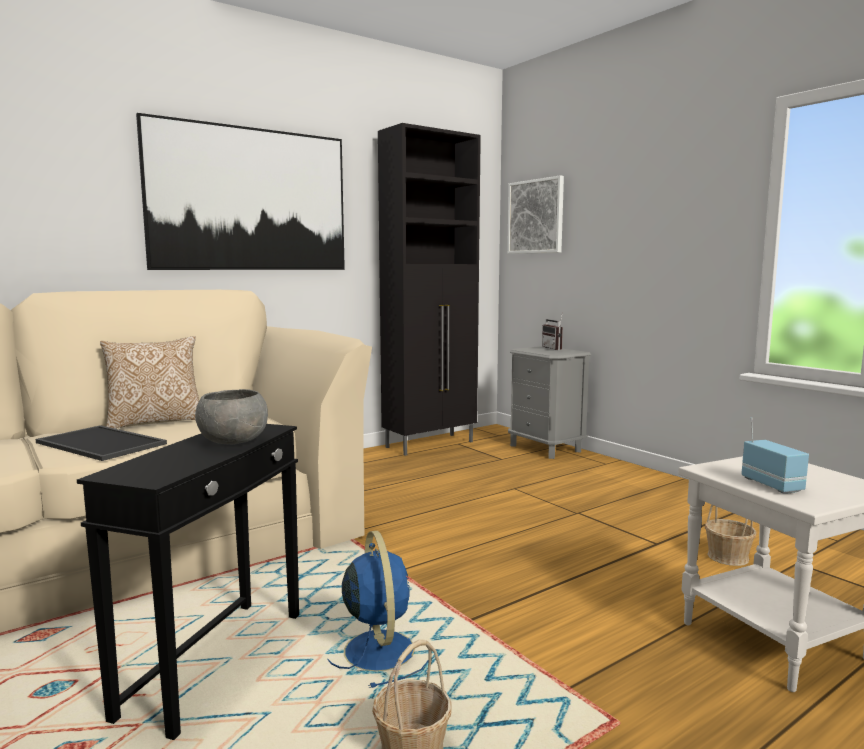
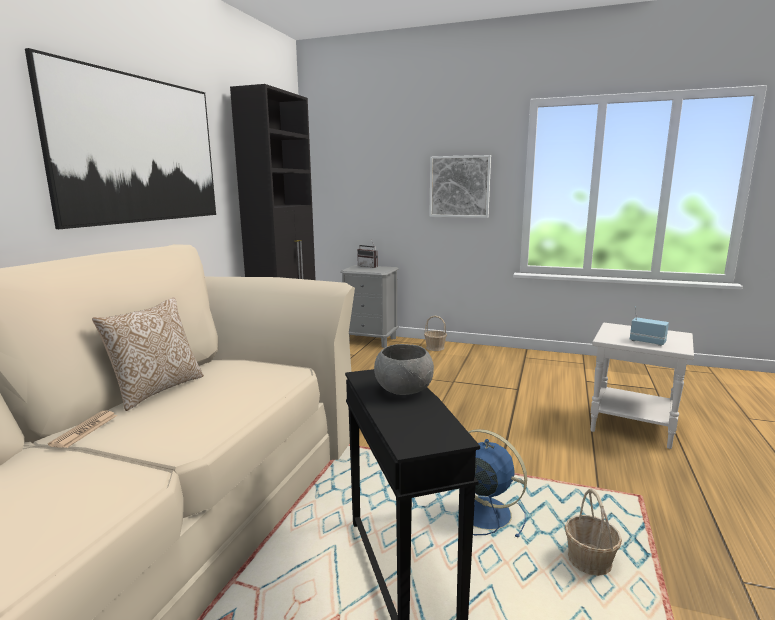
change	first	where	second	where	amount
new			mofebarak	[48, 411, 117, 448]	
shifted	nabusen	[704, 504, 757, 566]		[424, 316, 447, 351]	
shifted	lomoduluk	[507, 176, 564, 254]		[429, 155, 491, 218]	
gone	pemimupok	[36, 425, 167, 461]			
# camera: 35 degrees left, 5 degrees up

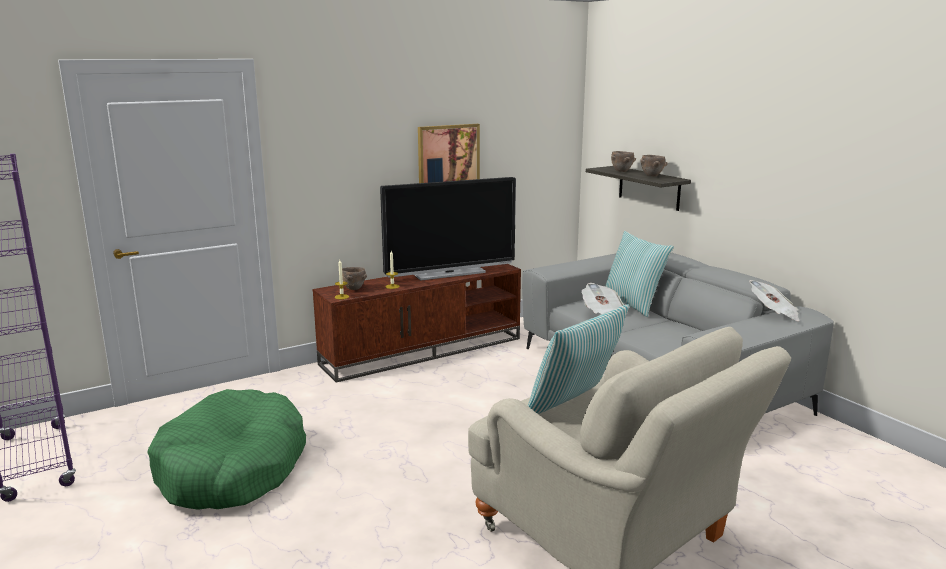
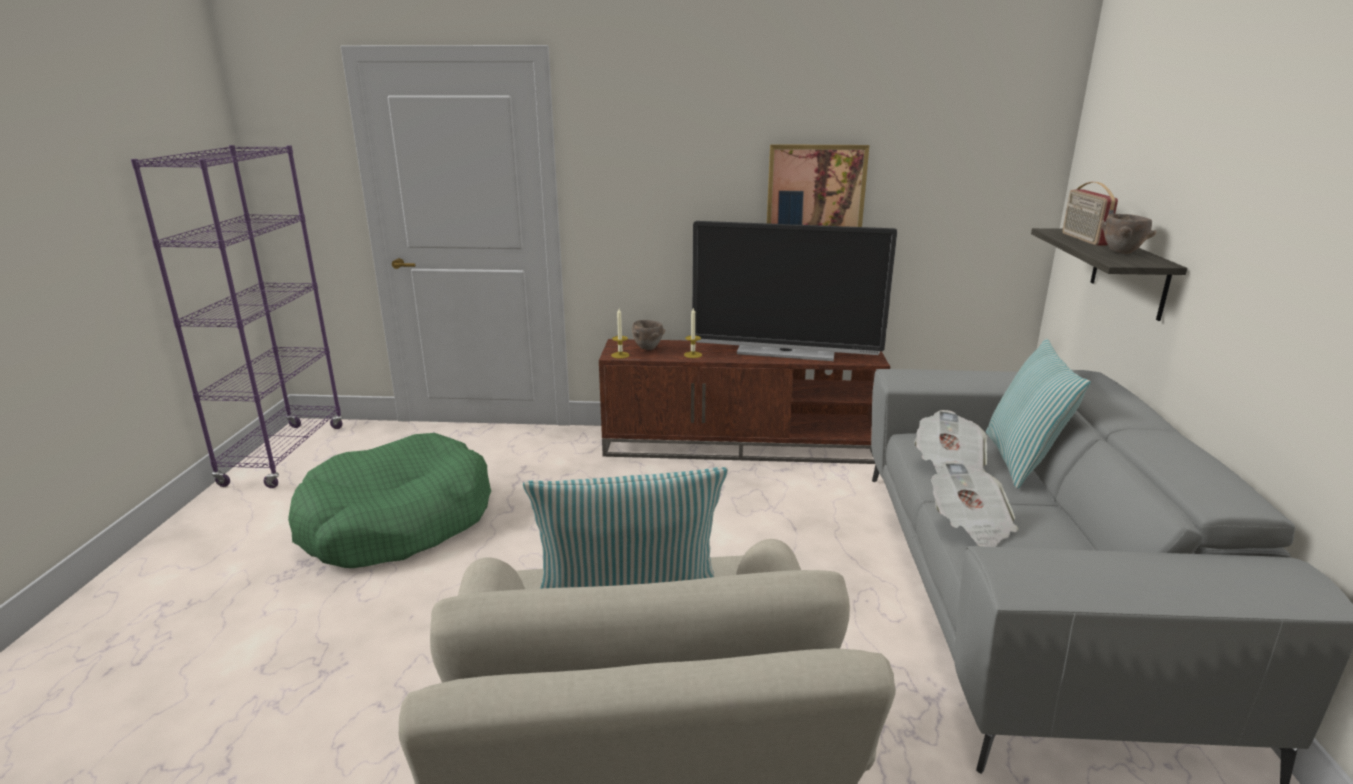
change	first	where	second	where	amount
shifted	mofebarak	[749, 280, 799, 321]		[931, 461, 1018, 547]	
swapped	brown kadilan	[611, 151, 636, 172]	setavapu	[1062, 182, 1118, 245]	
# camera: 35 degrees right, 5 degrees up

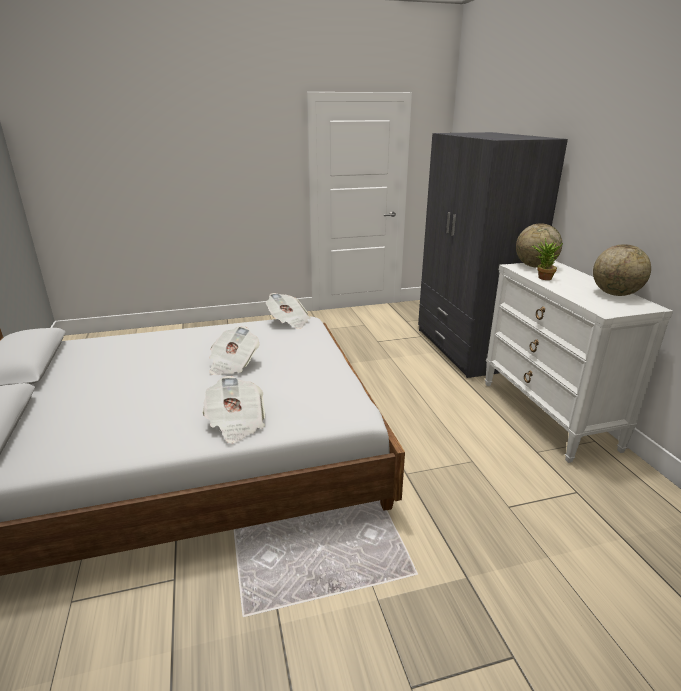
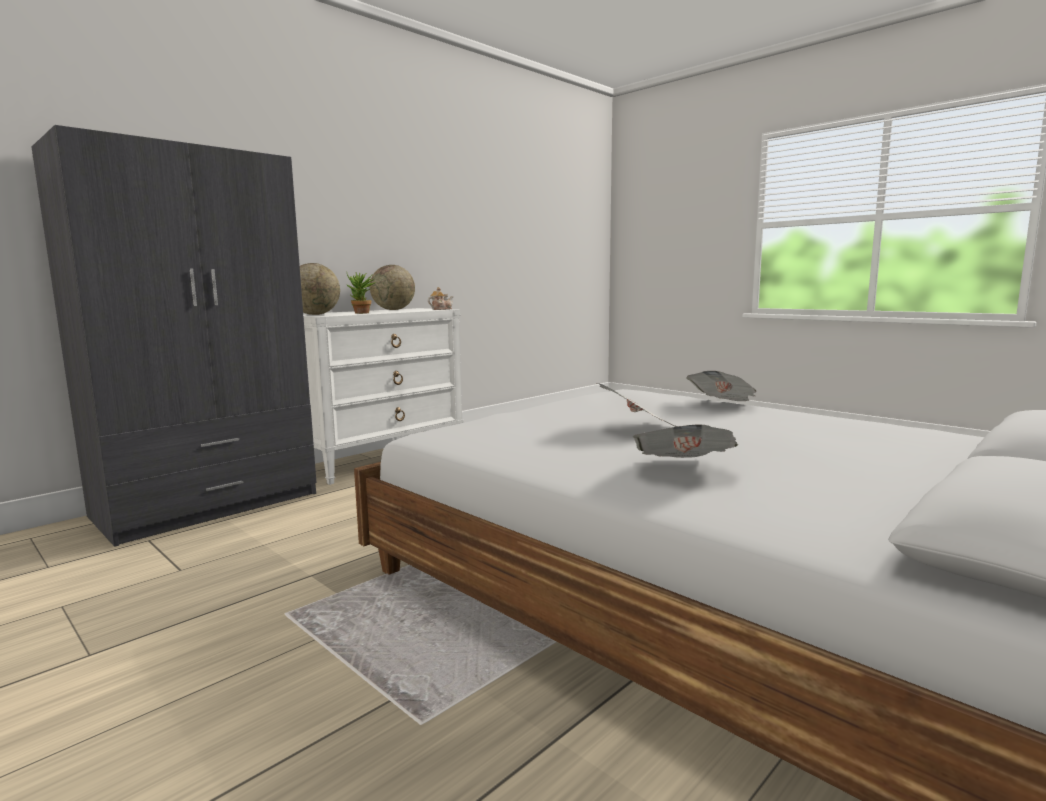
change	first	where	second	where	amount
new			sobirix	[428, 287, 454, 310]	
shifted	mofebarak	[266, 293, 311, 329]		[633, 424, 738, 458]	
# camera: 120 degrees left, 15 degrees down

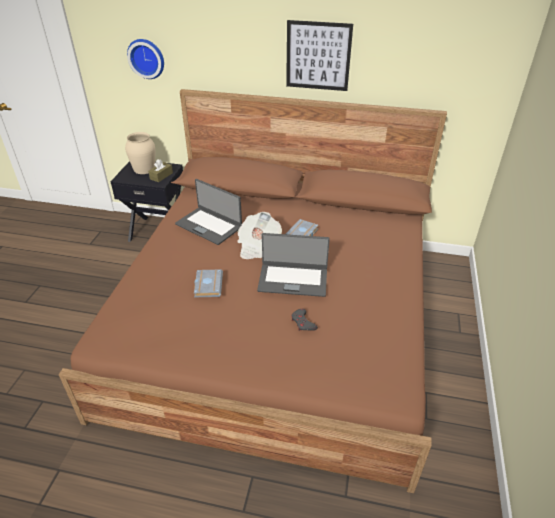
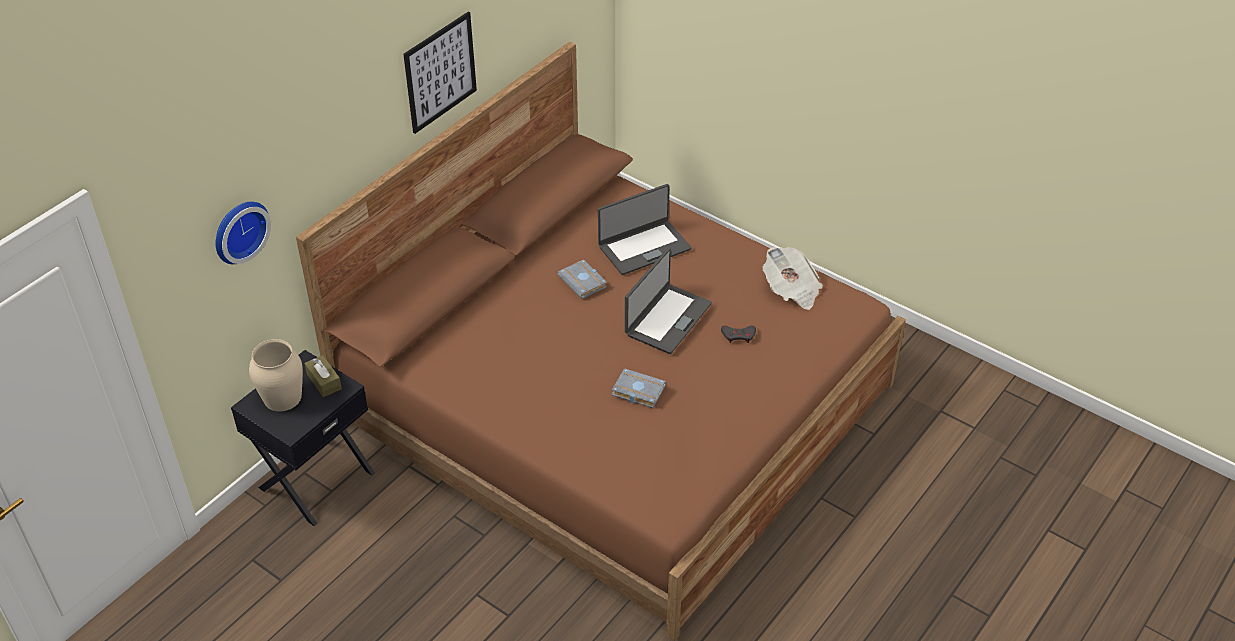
change	first	where	second	where	amount
shifted	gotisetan	[175, 179, 242, 245]		[598, 184, 692, 275]	
shifted	mofebarak	[237, 212, 282, 259]		[763, 247, 823, 310]	
# camera: 65 degrees left, 5 degrees up

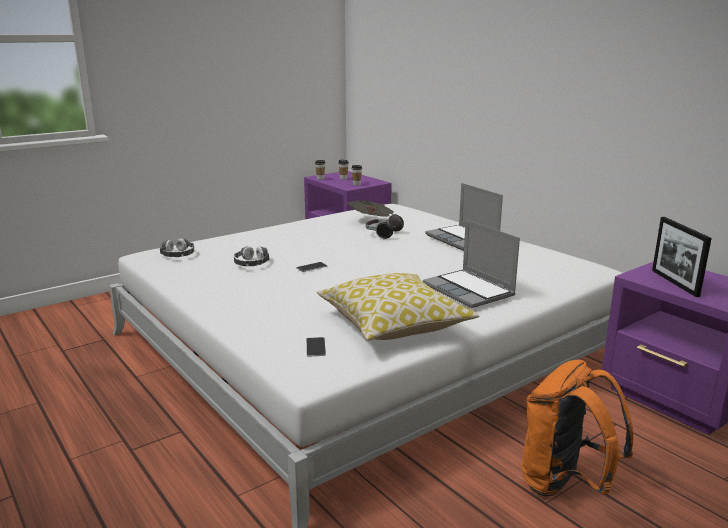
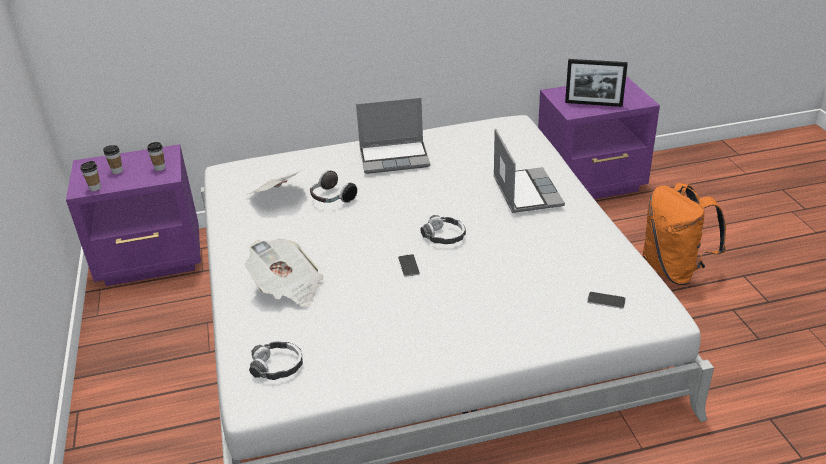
change	first	where	second	where	amount
new			mofebarak	[245, 239, 324, 306]	
shifted	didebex	[234, 246, 269, 266]		[421, 215, 466, 244]	
rotated	gotisetan	[423, 220, 520, 308]		[493, 129, 565, 213]	90 degrees counterclockwise
gone	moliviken	[317, 273, 480, 341]			
# camera: 65 degrees left, 15 degrees up

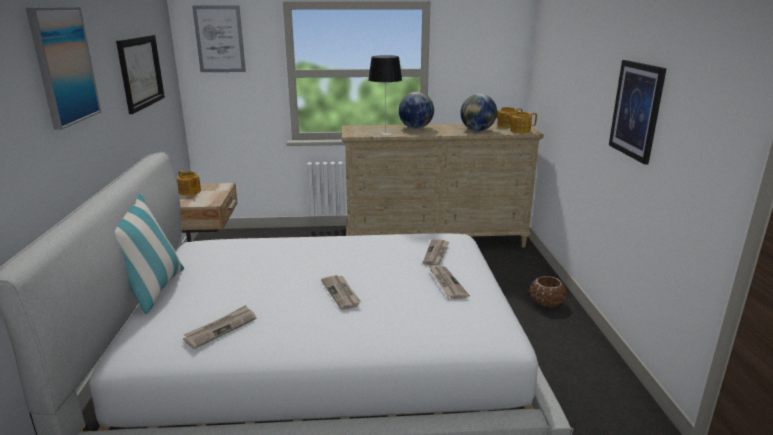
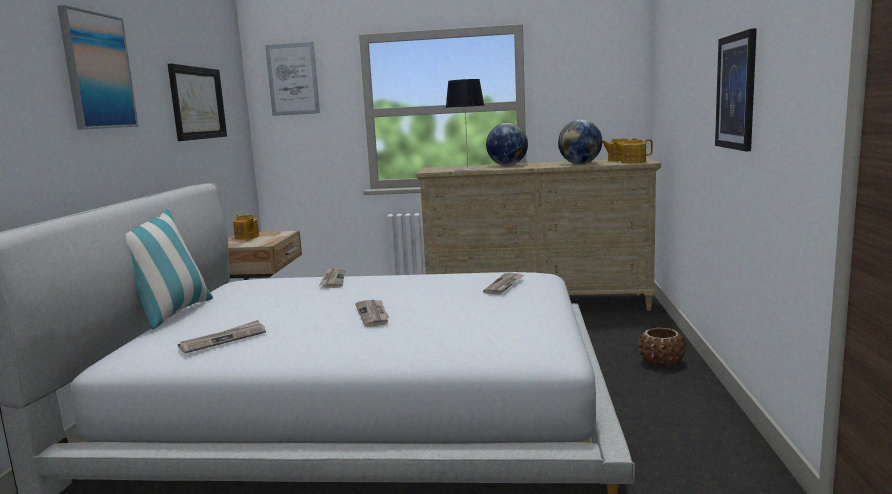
change	first	where	second	where	amount
shifted	mofebarak	[429, 266, 470, 299]		[320, 268, 345, 288]	
# camera: 10 degrees right, 10 degrees down

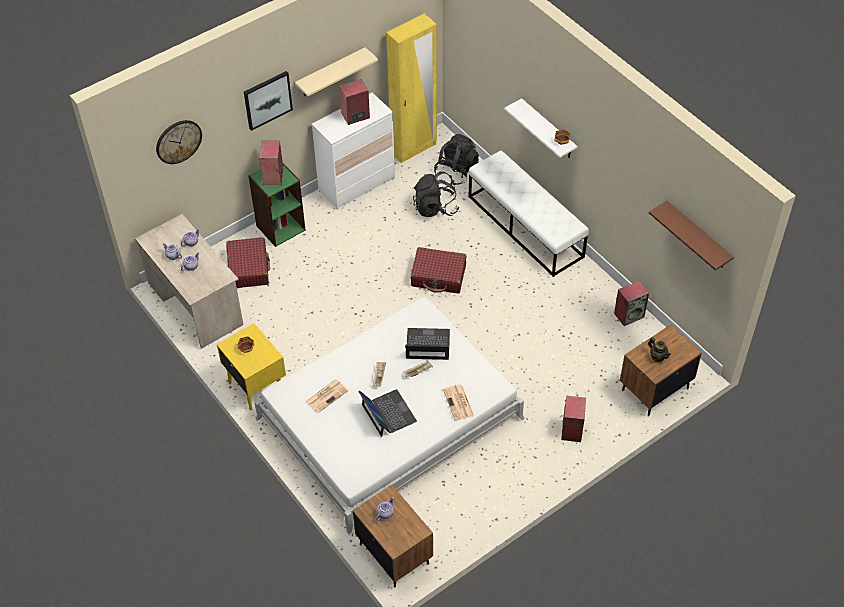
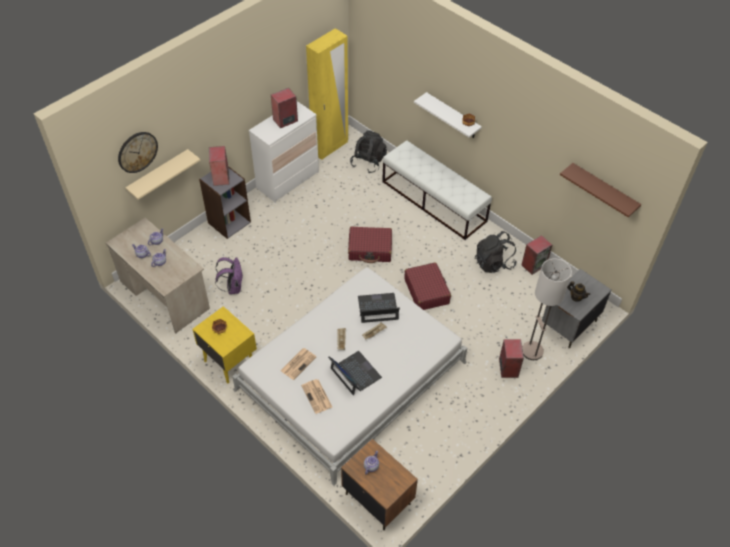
change	first	where	second	where	amount
shifted	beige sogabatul	[295, 47, 378, 96]		[125, 149, 201, 200]	
repainted	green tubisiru	[248, 163, 306, 247]	grey tubisiru	[199, 166, 251, 239]	
new			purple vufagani	[215, 257, 243, 294]	
shifted	mofebarak	[443, 384, 474, 420]		[301, 379, 332, 414]	
shifted	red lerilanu	[226, 237, 270, 288]		[404, 262, 451, 310]	
shifted	black vufagani	[413, 172, 459, 217]		[475, 231, 517, 273]	
new			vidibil	[522, 258, 572, 360]	
repainted	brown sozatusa	[620, 325, 702, 416]	grey sozatusa	[542, 269, 612, 348]	
gone	lomoduluk	[244, 71, 293, 131]			
# camera: 10 degrees left, 0 degrees up

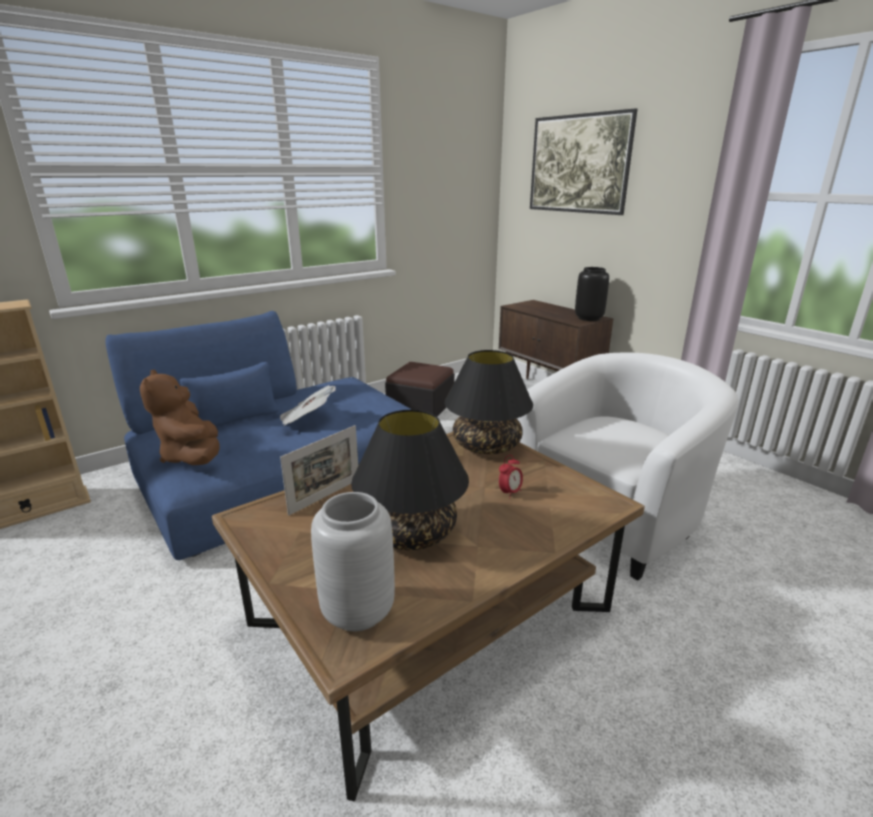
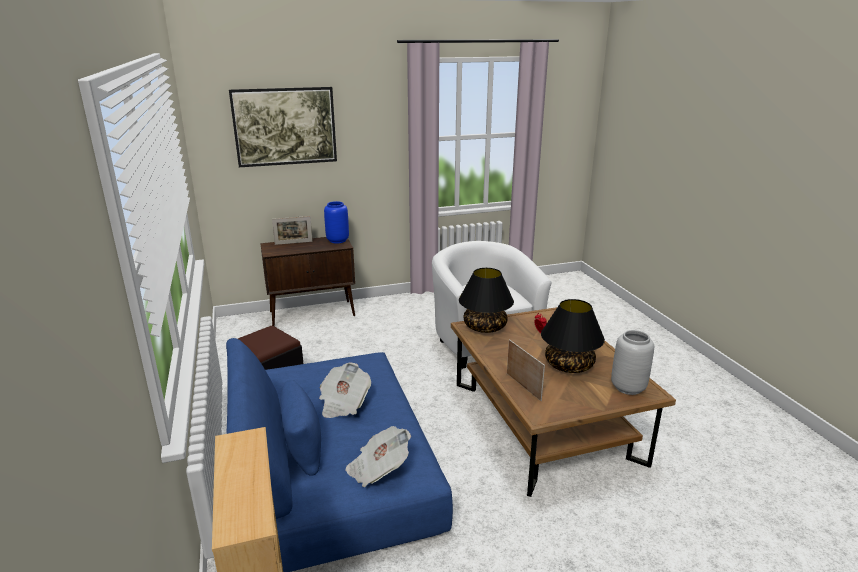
change	first	where	second	where	amount
new			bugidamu	[272, 216, 313, 245]	
repainted	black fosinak	[575, 267, 609, 321]	blue fosinak	[324, 201, 349, 243]	
swapped	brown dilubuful	[140, 370, 220, 465]	mofebarak	[345, 426, 411, 487]	
# camera: 70 degrees left, 0 degrees up

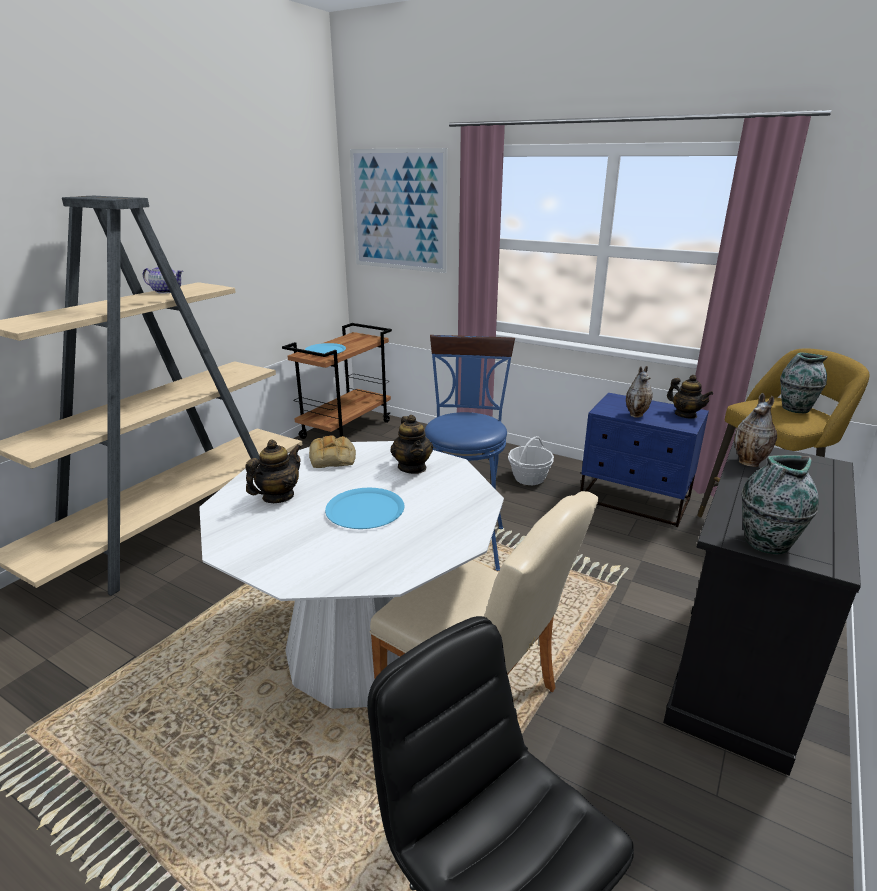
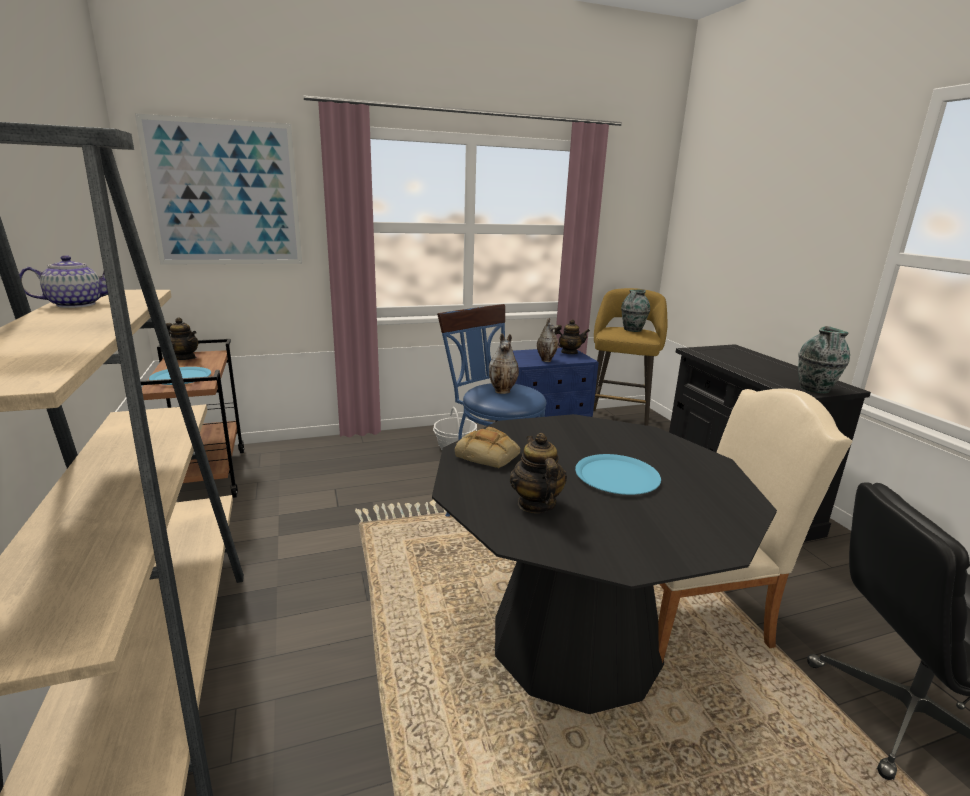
change	first	where	second	where	amount
shifted	sobirix	[390, 415, 433, 474]		[166, 318, 198, 360]	
repainted	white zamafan	[199, 441, 504, 709]	black zamafan	[432, 414, 777, 714]	
shifted	fosinak	[734, 393, 777, 467]		[489, 333, 519, 394]	
# camera: 50 degrees left, 5 degrees down

